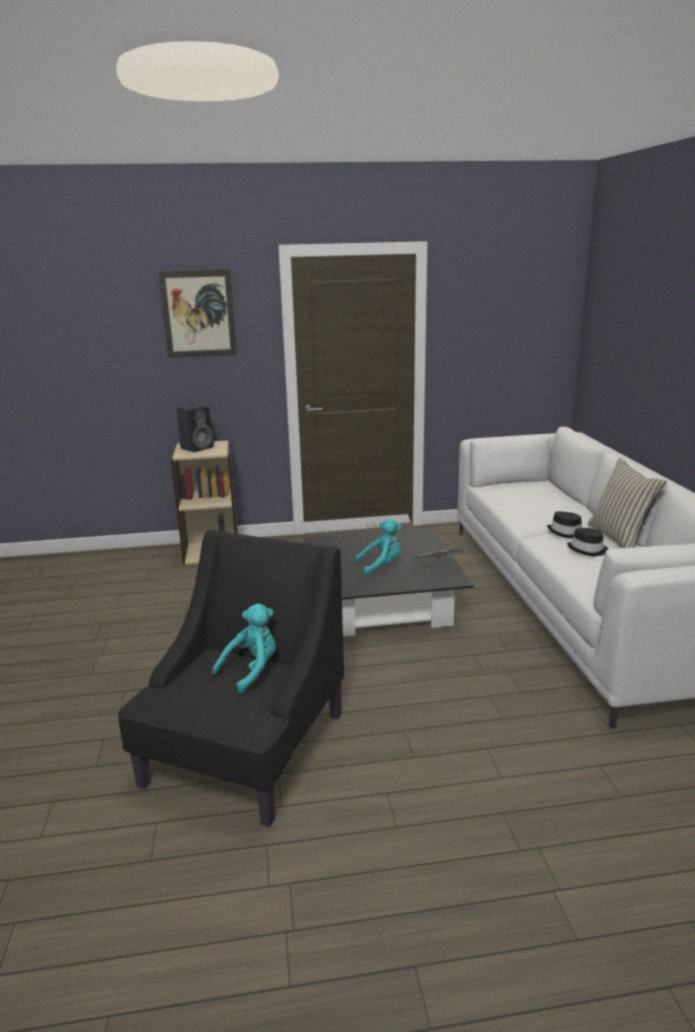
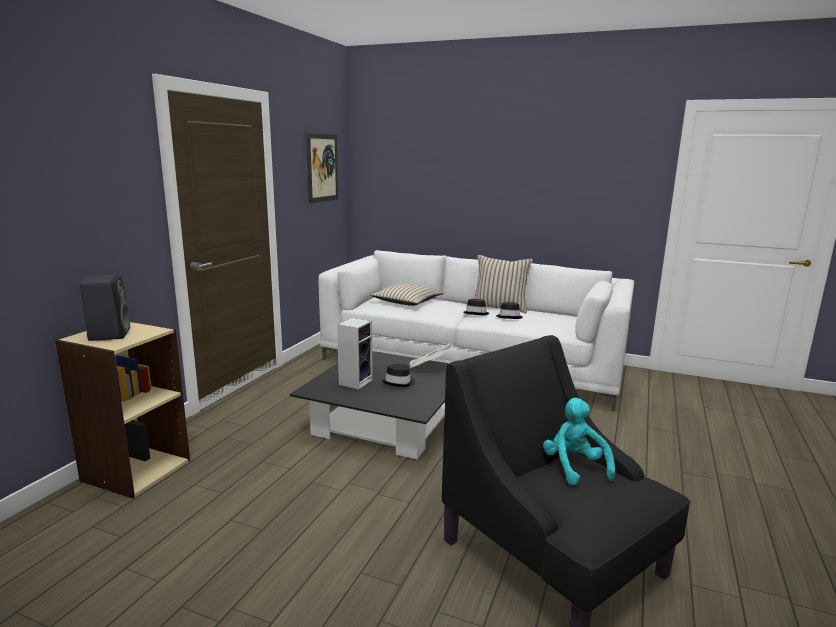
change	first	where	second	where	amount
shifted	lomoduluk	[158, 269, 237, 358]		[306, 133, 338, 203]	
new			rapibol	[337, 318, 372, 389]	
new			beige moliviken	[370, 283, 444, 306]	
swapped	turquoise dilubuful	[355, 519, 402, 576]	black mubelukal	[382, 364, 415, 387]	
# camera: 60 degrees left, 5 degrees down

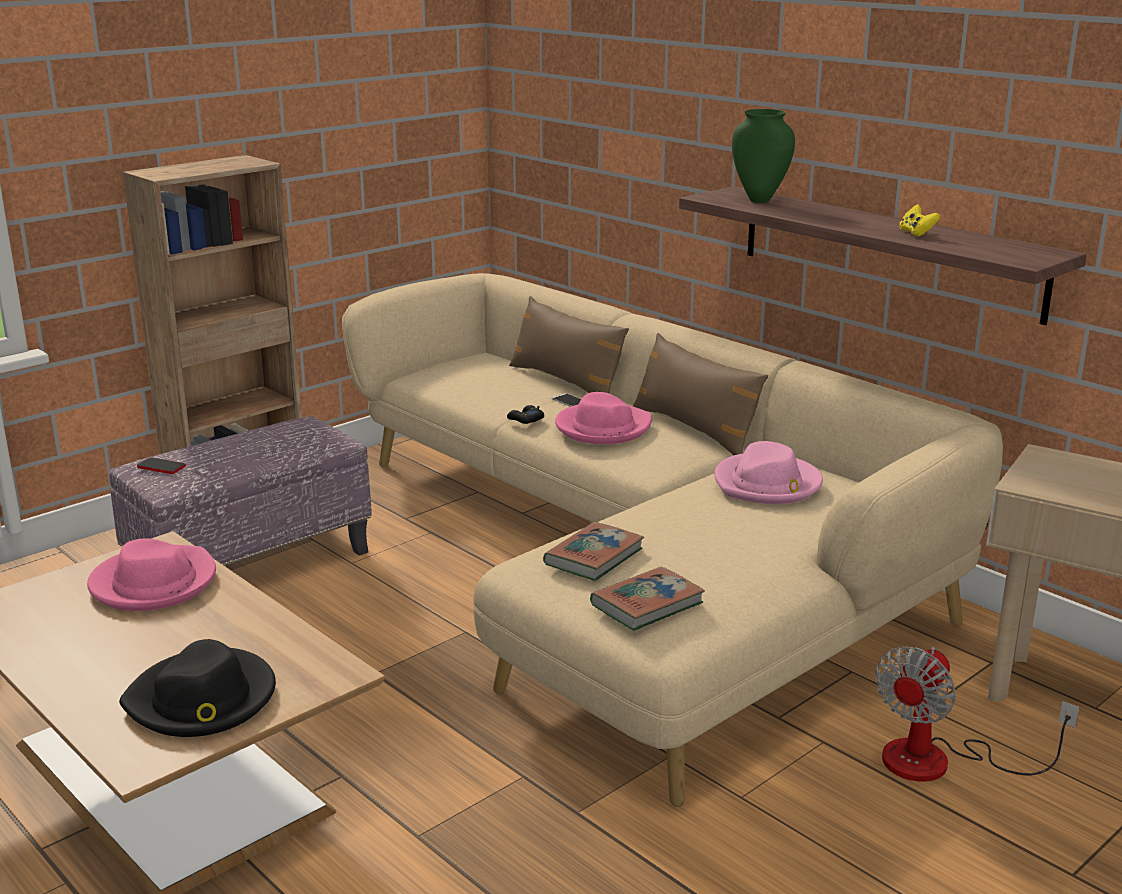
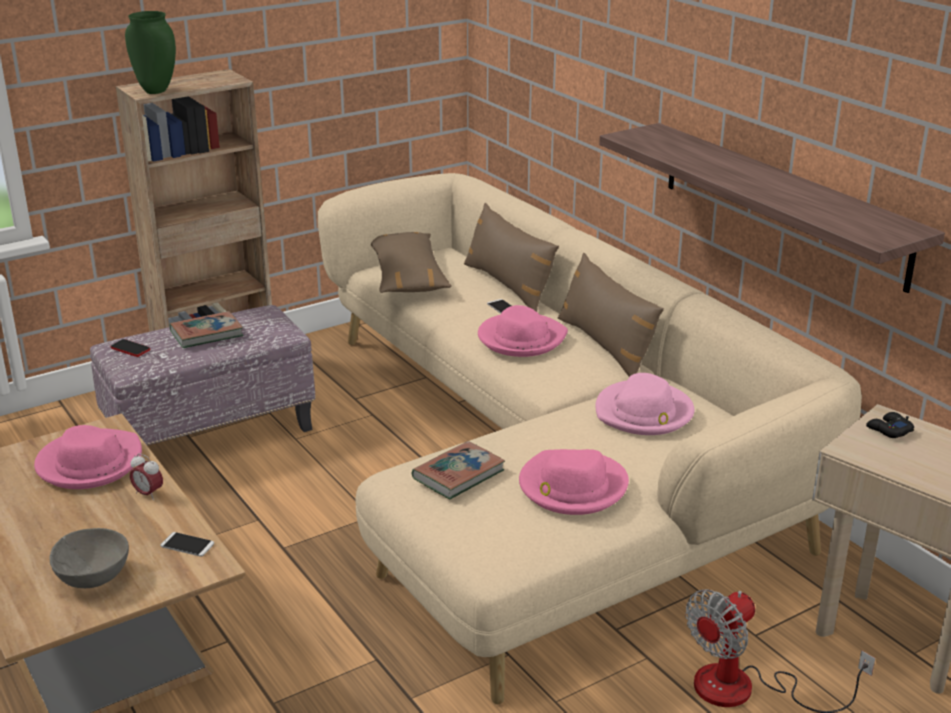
change	first	where	second	where	amount
swapped	black mubelukal	[119, 639, 276, 737]	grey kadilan	[50, 528, 129, 588]	
shifted	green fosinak	[732, 109, 795, 203]		[125, 11, 176, 94]	
new			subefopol	[130, 453, 163, 500]	
new			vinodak	[160, 532, 214, 557]	
shifted	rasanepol	[590, 567, 705, 631]		[170, 311, 243, 348]	
new			brown moliviken	[371, 232, 452, 293]	
new			pink mubelukal	[519, 449, 629, 515]	
shifted	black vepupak	[507, 405, 544, 424]		[866, 412, 914, 438]	
gone	yellow vepupak	[899, 204, 940, 236]			
# camera: 10 degrees right, 5 degrees up

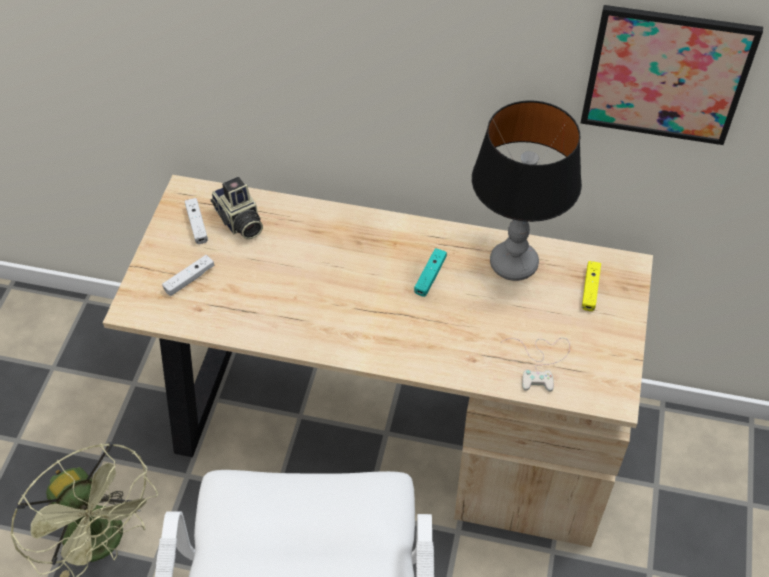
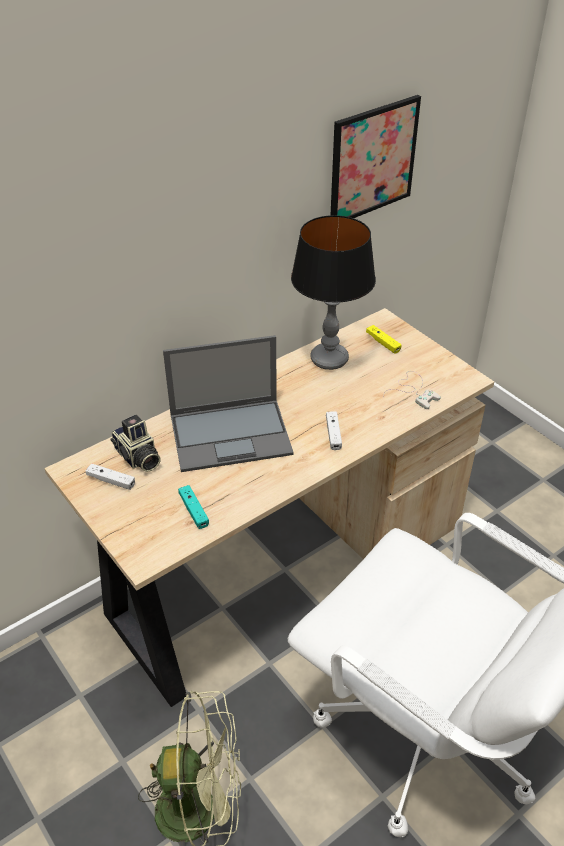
change	first	where	second	where	amount
rotated	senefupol	[210, 177, 263, 239]		[111, 415, 161, 472]	45 degrees clockwise
new			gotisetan	[163, 335, 294, 472]	
shifted	turquoise vepupak	[414, 248, 447, 297]		[178, 485, 209, 529]	
shifted	white vepupak	[162, 255, 215, 296]		[326, 411, 342, 450]	
# camera: 50 degrees left, 10 degrees down

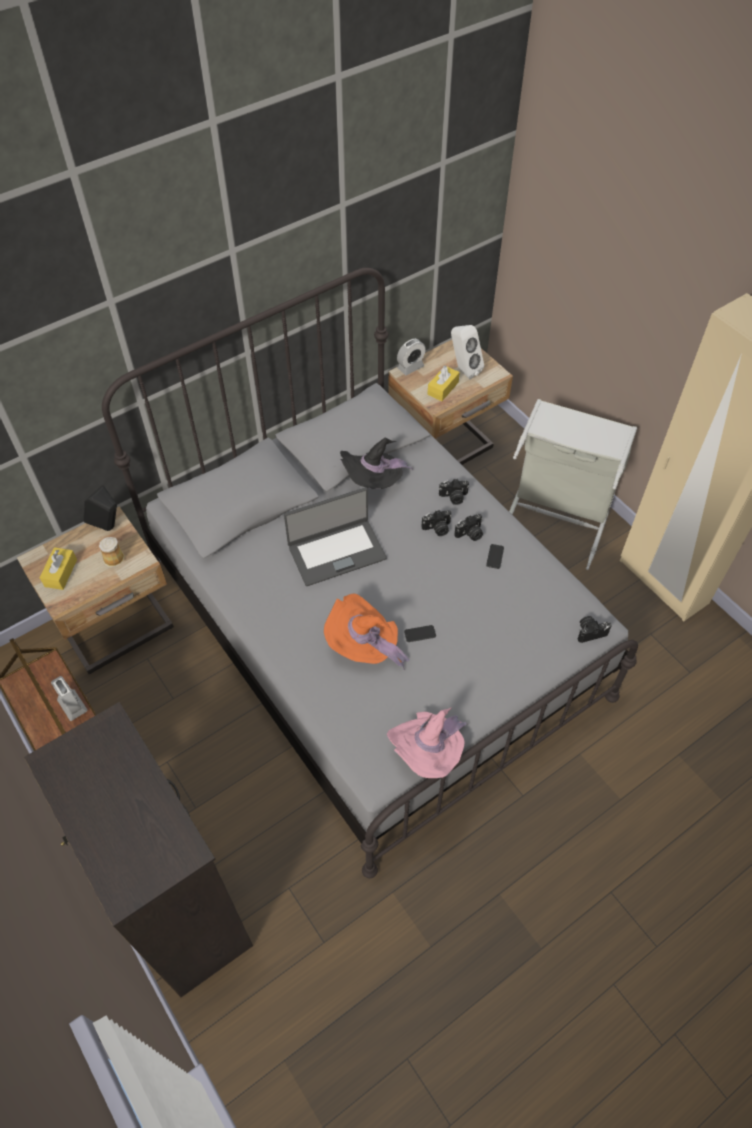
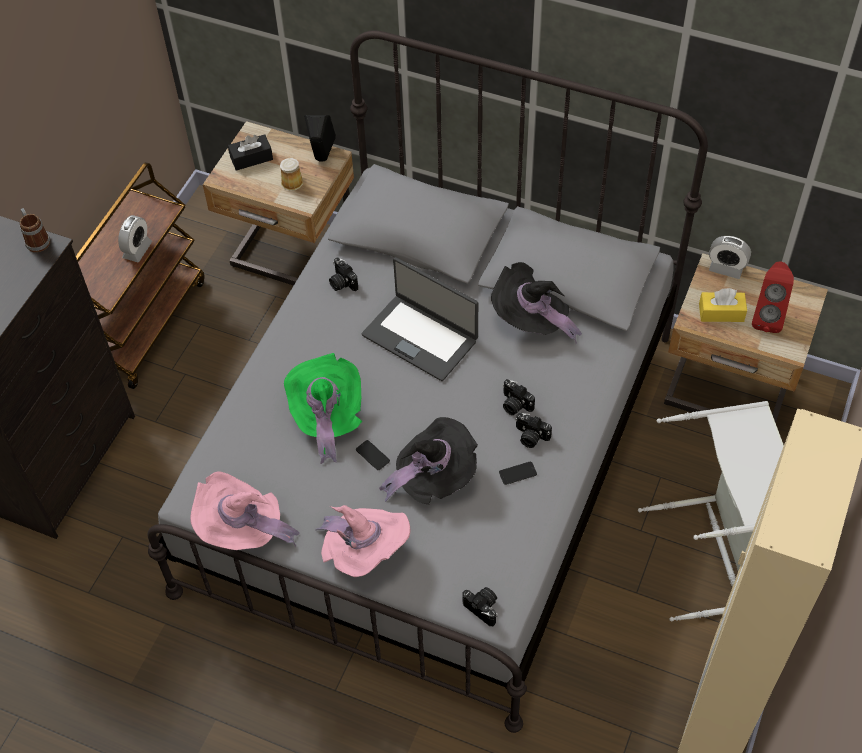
change	first	where	second	where	amount
new			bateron	[20, 208, 50, 252]	
repainted	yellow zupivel	[40, 547, 77, 590]	black zupivel	[228, 134, 273, 171]	
repainted	orange mubelukal	[324, 594, 410, 671]	green mubelukal	[284, 353, 362, 464]	
new			pink mubelukal	[315, 505, 410, 577]	
shifted	senefupol	[439, 479, 469, 505]		[329, 257, 358, 291]	
new			black mubelukal	[379, 417, 478, 505]	
repainted	white rapibol	[451, 325, 484, 379]	red rapibol	[752, 262, 794, 333]	
# camera: 60 degrees right, 0 degrees up

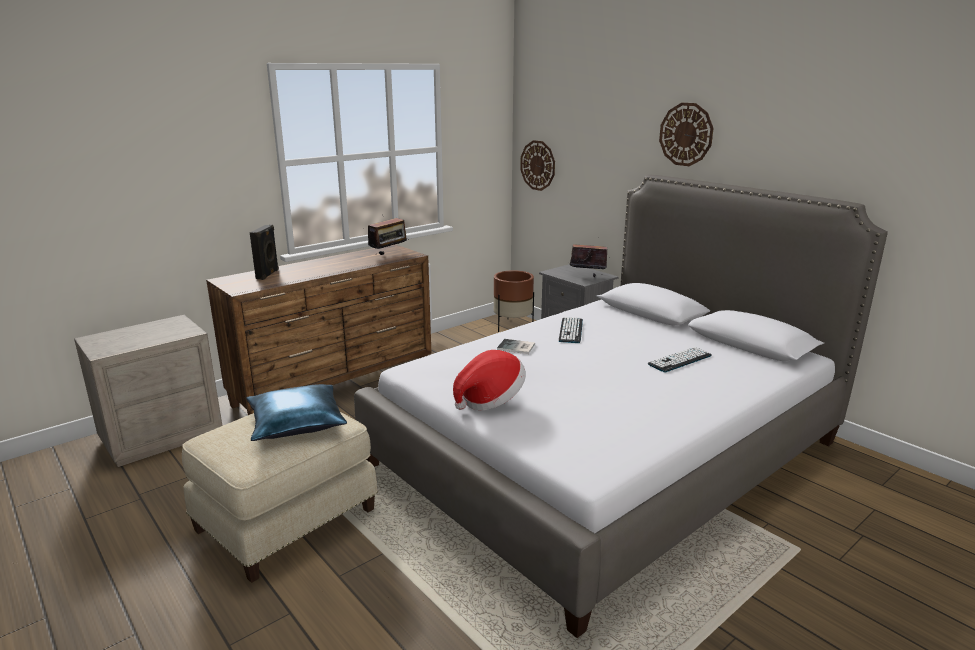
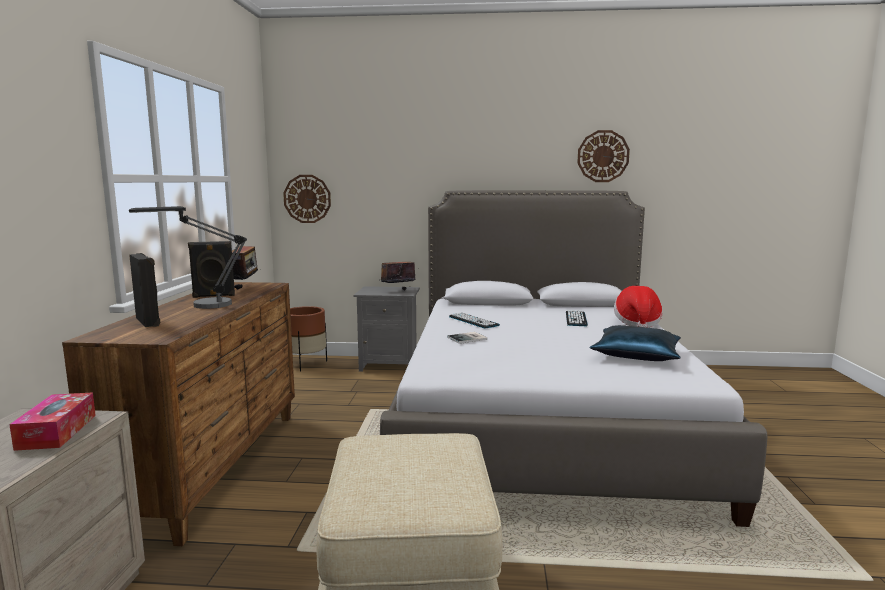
change	first	where	second	where	amount
new			zupivel	[9, 393, 96, 451]	
new			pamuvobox	[129, 206, 247, 309]	
new			black rapibol	[188, 241, 235, 298]	
shifted	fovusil	[659, 103, 714, 166]		[577, 130, 630, 182]	
shifted	blue moliviken	[246, 384, 347, 441]		[590, 325, 681, 361]	
shifted	mubelukal	[453, 350, 526, 410]		[614, 286, 663, 328]	
# camera: 45 degrees left, 10 degrees down

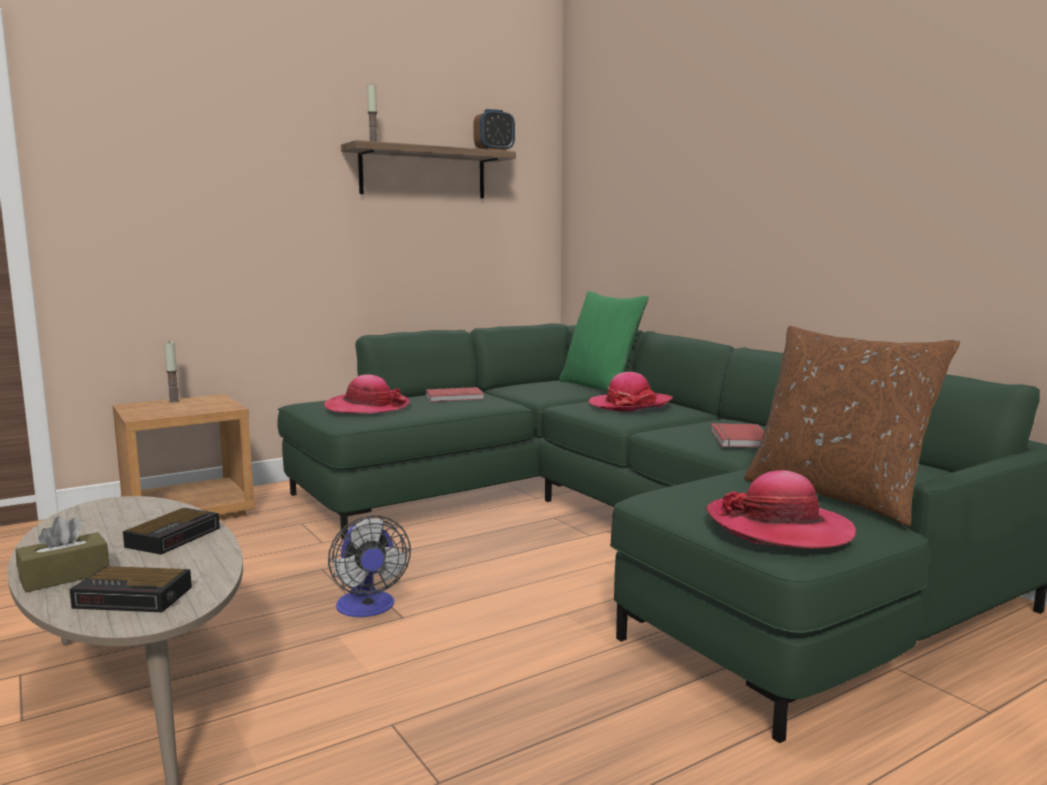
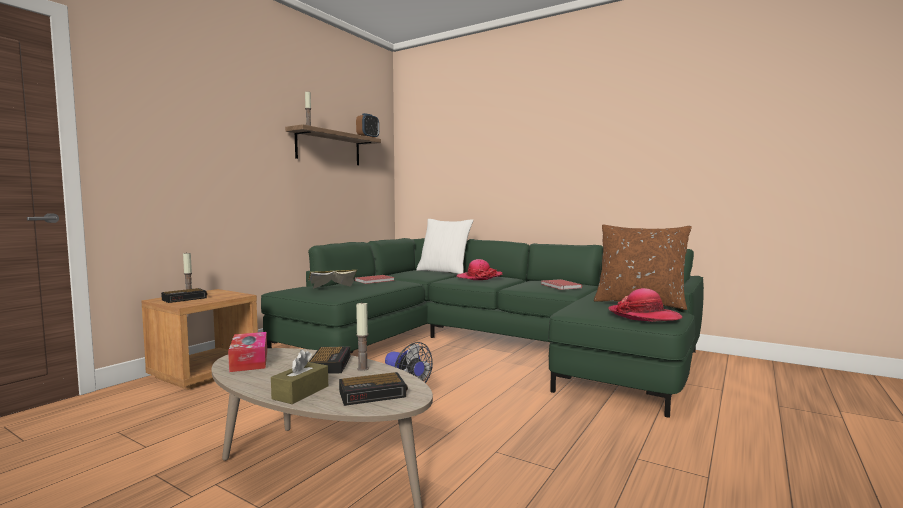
change	first	where	second	where	amount
new			subefopol	[161, 288, 207, 303]	
new			zupivel	[228, 332, 267, 372]	
swapped	mubelukal	[324, 374, 410, 414]	rasanepol	[308, 270, 357, 289]	
new			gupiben	[356, 302, 369, 371]	
repainted	green moliviken	[559, 291, 649, 392]	white moliviken	[416, 219, 473, 274]	
# camera: 25 degrees left, 5 degrees down

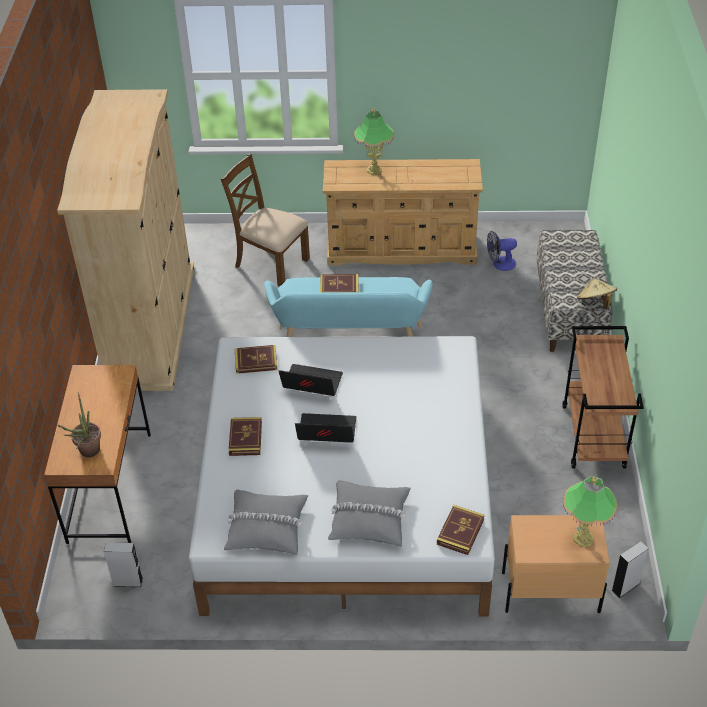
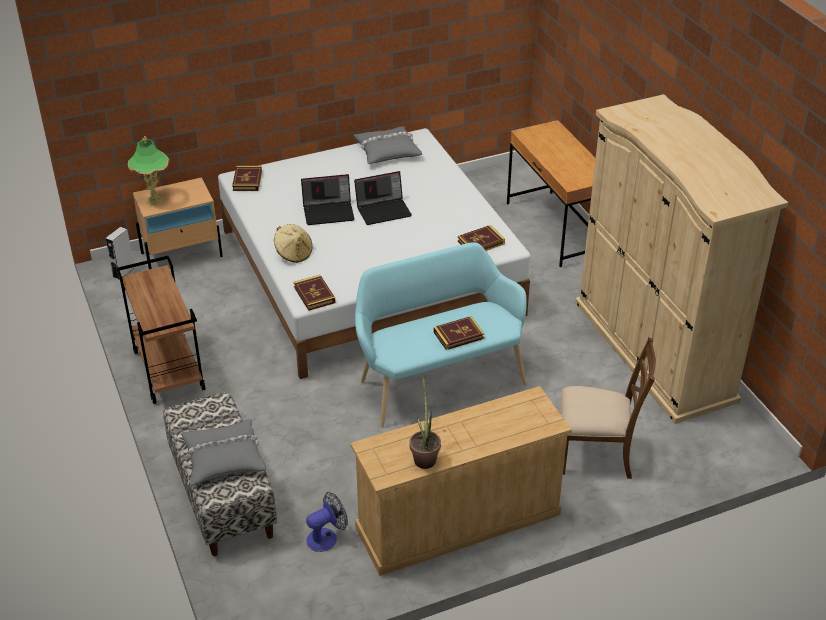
change	first	where	second	where	amount
shifted	grey moliviken	[328, 480, 411, 547]		[182, 419, 266, 486]	
shifted	beige mubelukal	[577, 278, 617, 309]		[274, 224, 312, 263]	
shifted	rasanepol	[229, 417, 262, 456]		[294, 275, 336, 311]	
shifted	gotisetan	[278, 364, 343, 396]		[301, 174, 355, 225]	
shifted	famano	[58, 393, 101, 457]		[409, 375, 441, 469]	
gone	grey rapibol	[104, 543, 143, 587]			
gone	pamuvobox	[354, 108, 394, 175]			
# camera: 155 degrees right, 5 degrees down

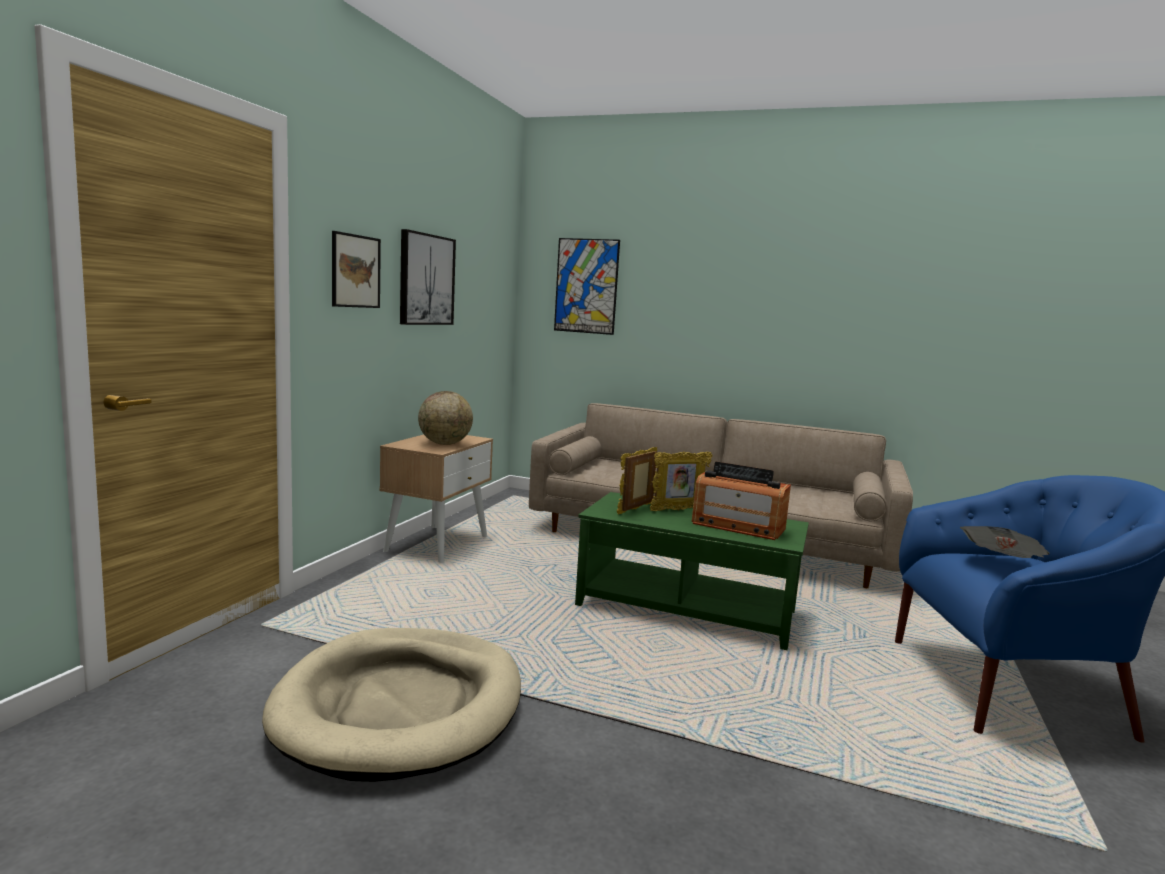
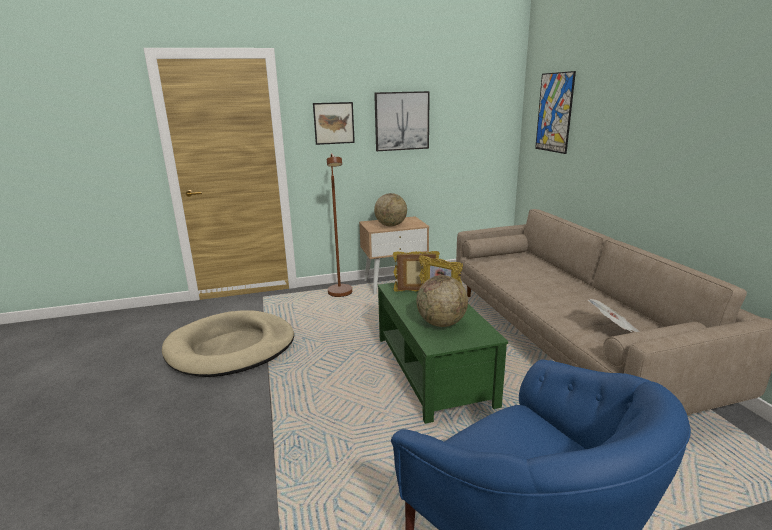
change	first	where	second	where	amount
new			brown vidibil	[327, 153, 352, 297]	
swapped	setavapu	[691, 462, 791, 540]	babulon	[417, 275, 468, 327]	
shifted	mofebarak	[960, 526, 1050, 558]		[587, 299, 639, 333]	
# camera: 55 degrees right, 10 degrees up

